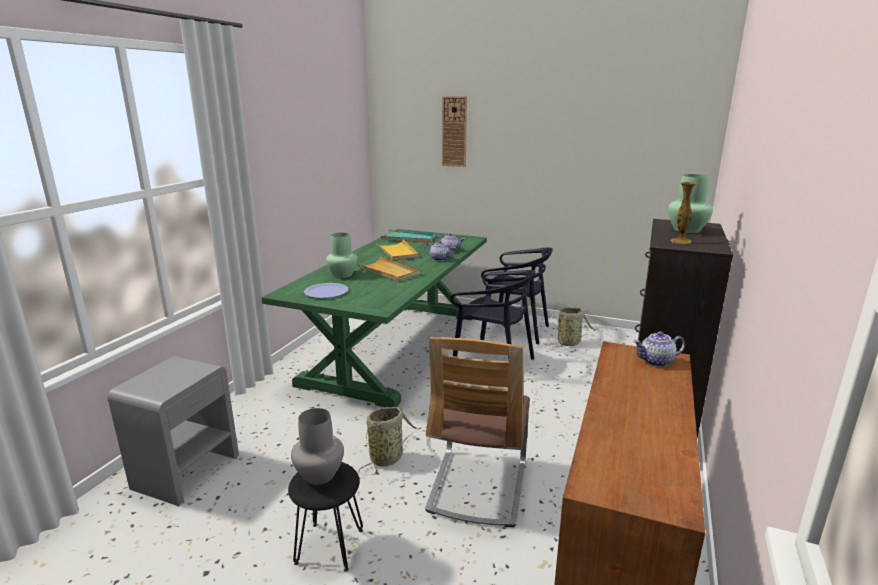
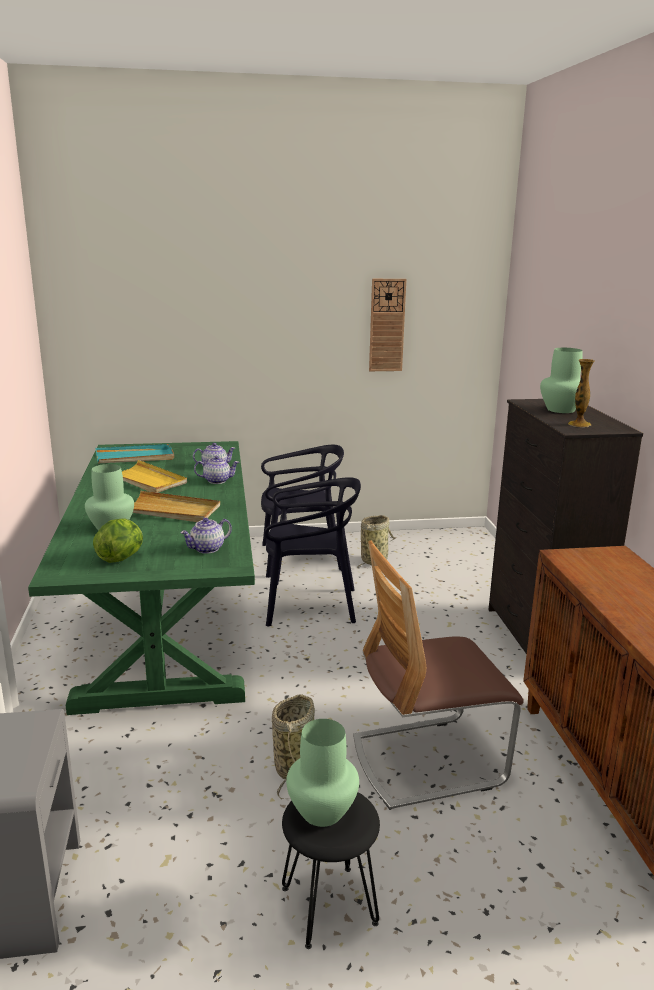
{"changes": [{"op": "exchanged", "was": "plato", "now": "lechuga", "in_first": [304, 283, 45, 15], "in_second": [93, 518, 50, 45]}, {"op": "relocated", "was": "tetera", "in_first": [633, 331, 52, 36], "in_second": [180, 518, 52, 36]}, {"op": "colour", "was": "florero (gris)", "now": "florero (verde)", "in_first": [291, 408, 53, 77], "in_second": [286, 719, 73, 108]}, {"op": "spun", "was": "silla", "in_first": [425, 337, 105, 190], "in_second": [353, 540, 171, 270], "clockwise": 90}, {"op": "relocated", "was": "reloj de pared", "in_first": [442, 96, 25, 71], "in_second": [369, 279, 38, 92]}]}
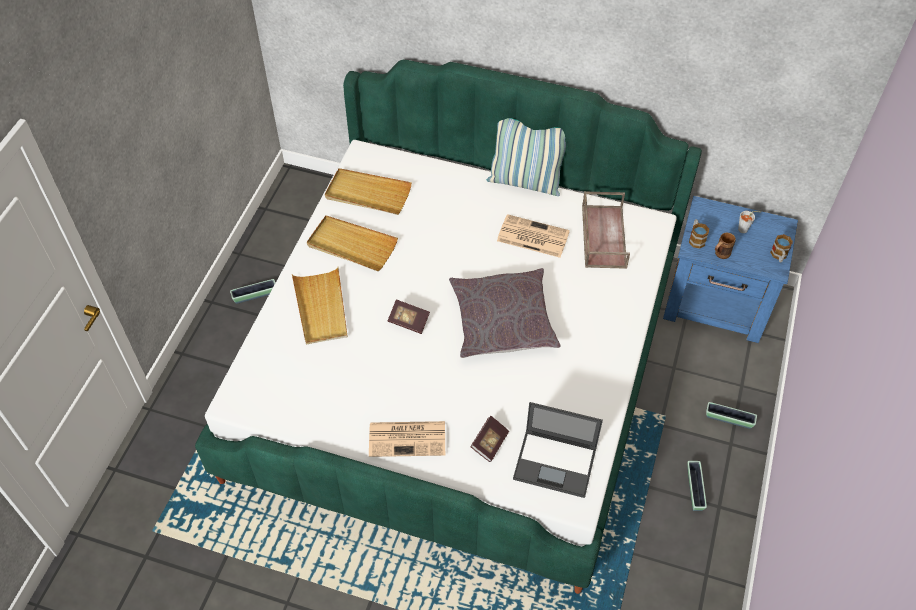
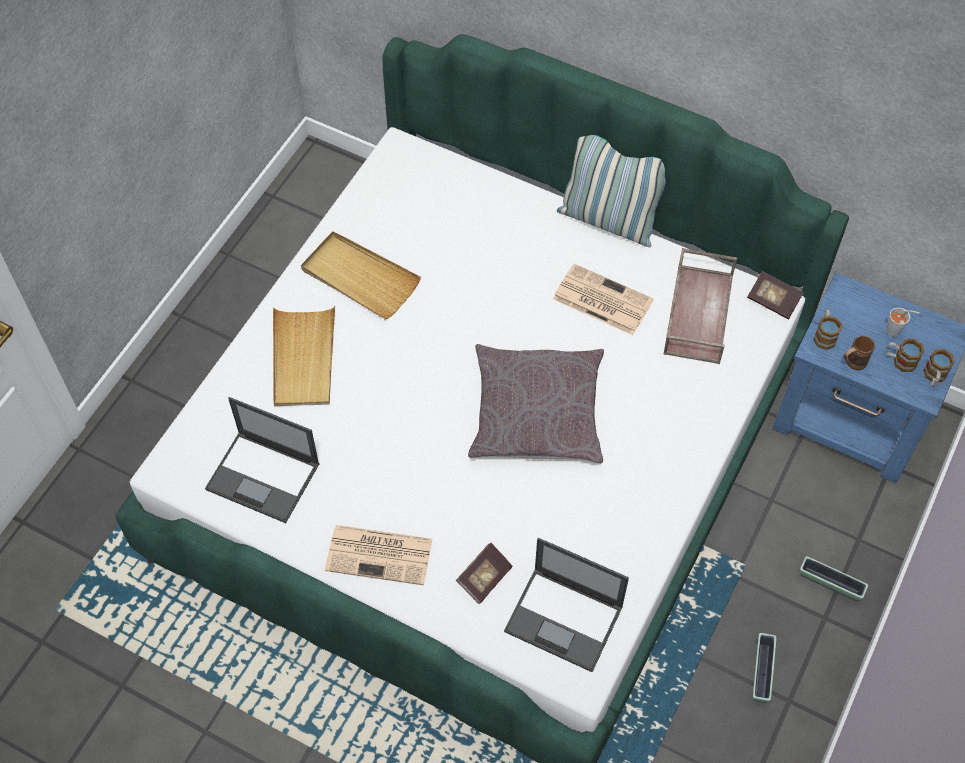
{"changes": [{"op": "appeared", "now": "portátil", "in_second": [205, 397, 115, 126]}, {"op": "relocated", "was": "libro", "in_first": [388, 299, 42, 35], "in_second": [747, 271, 57, 48]}, {"op": "appeared", "now": "taza grande", "in_second": [886, 339, 38, 33]}, {"op": "missing", "was": "maceta", "in_first": [230, 279, 45, 25]}, {"op": "missing", "was": "bandeja (beis)", "in_first": [325, 168, 87, 47]}]}
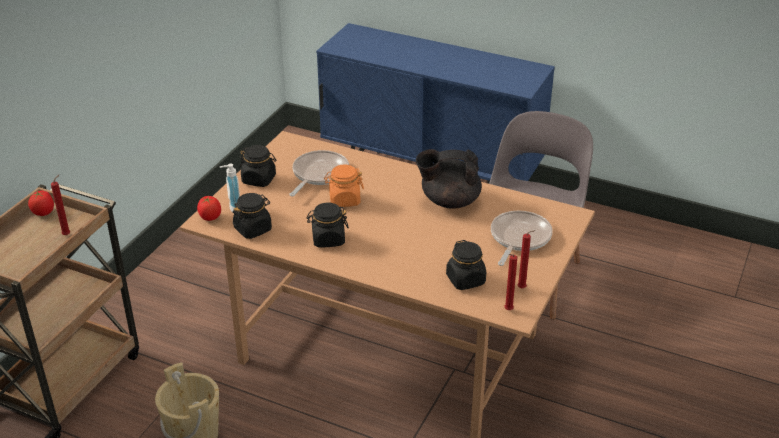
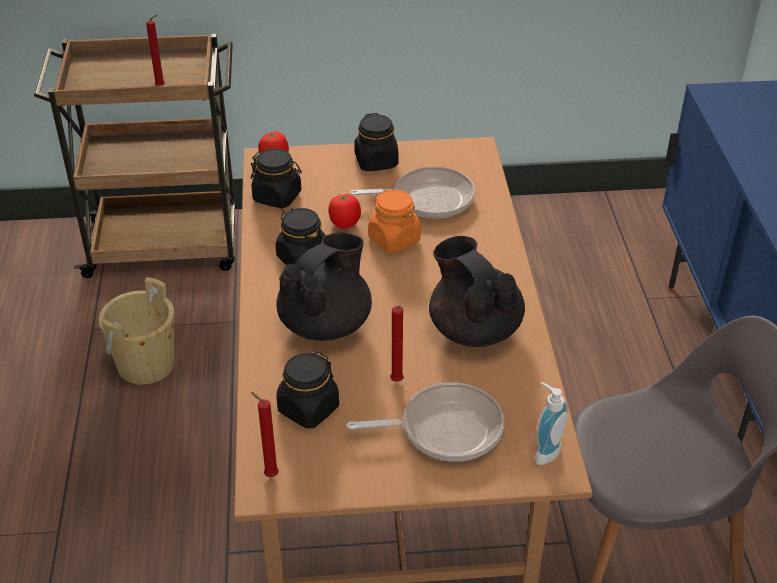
{"changes": [{"op": "appeared", "now": "tetera (negro)", "in_second": [277, 233, 95, 108]}, {"op": "relocated", "was": "tomate", "in_first": [28, 190, 26, 26], "in_second": [328, 194, 33, 35]}, {"op": "relocated", "was": "vela (rojo)", "in_first": [517, 230, 19, 58], "in_second": [390, 306, 14, 76]}, {"op": "relocated", "was": "dispensador de jabón", "in_first": [220, 164, 20, 48], "in_second": [535, 382, 33, 83]}]}
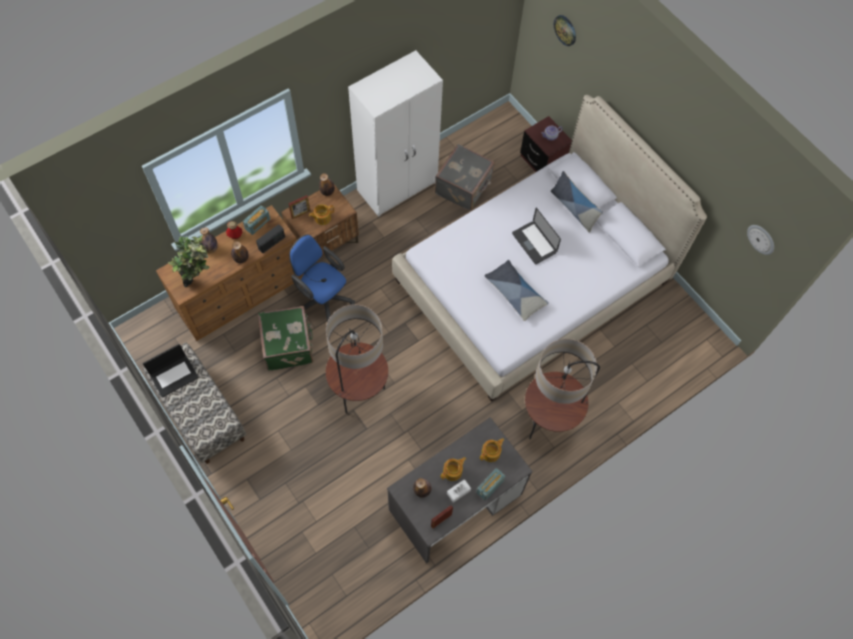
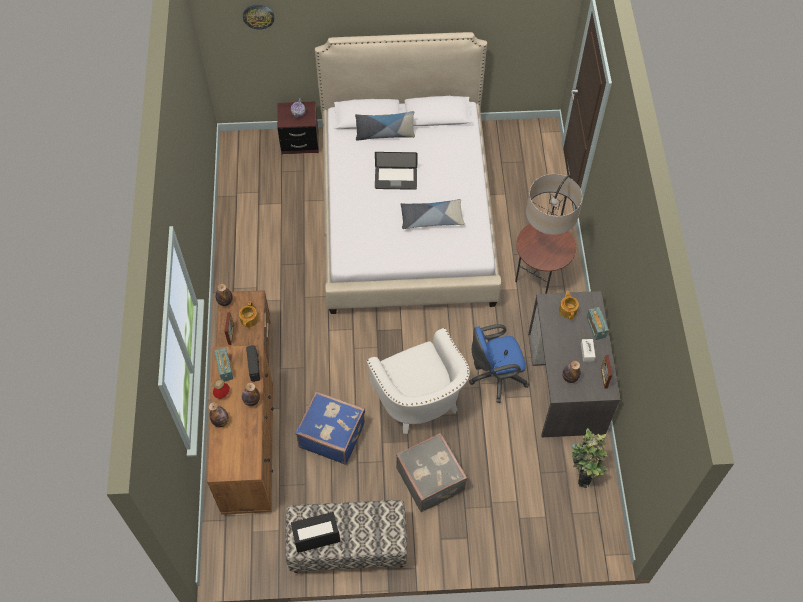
{"changes": [{"op": "spun", "was": "portátil", "in_first": [143, 344, 56, 54], "in_second": [291, 512, 50, 41], "clockwise": -105}, {"op": "colour", "was": "maleta (verde)", "now": "maleta (azul)", "in_first": [258, 306, 55, 65], "in_second": [296, 391, 69, 74]}, {"op": "exchanged", "was": "lámpara de pie", "now": "sillón (blanco)", "in_first": [326, 304, 62, 110], "in_second": [367, 328, 103, 106]}, {"op": "relocated", "was": "maleta (gris)", "in_first": [435, 144, 60, 67], "in_second": [396, 433, 71, 79]}, {"op": "relocated", "was": "silla de oficina (azul)", "in_first": [289, 234, 66, 88], "in_second": [469, 324, 60, 79]}, {"op": "relocated", "was": "planta en maceta", "in_first": [168, 235, 42, 52], "in_second": [572, 428, 36, 60]}, {"op": "missing", "was": "armario ropero (blanco)", "in_first": [348, 50, 95, 167]}, {"op": "missing", "was": "tetera", "in_first": [441, 457, 25, 24]}, {"op": "missing", "was": "reloj de pared", "in_first": [747, 225, 27, 30]}]}
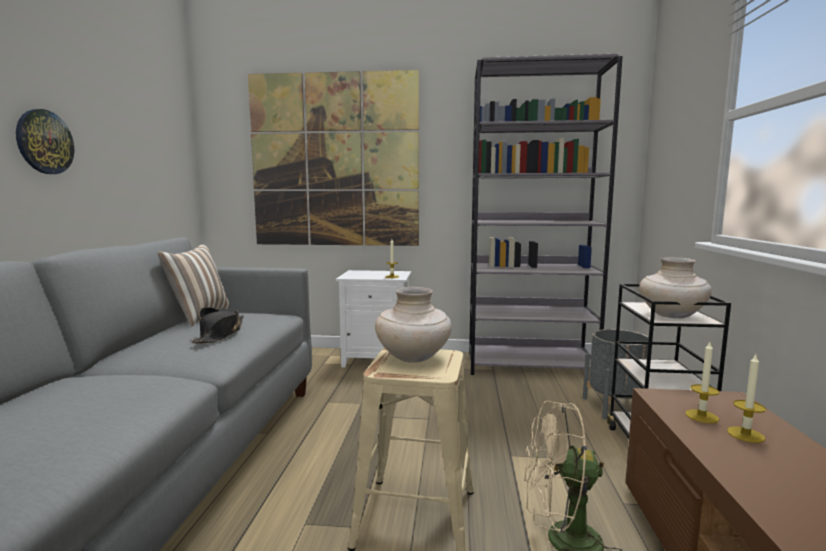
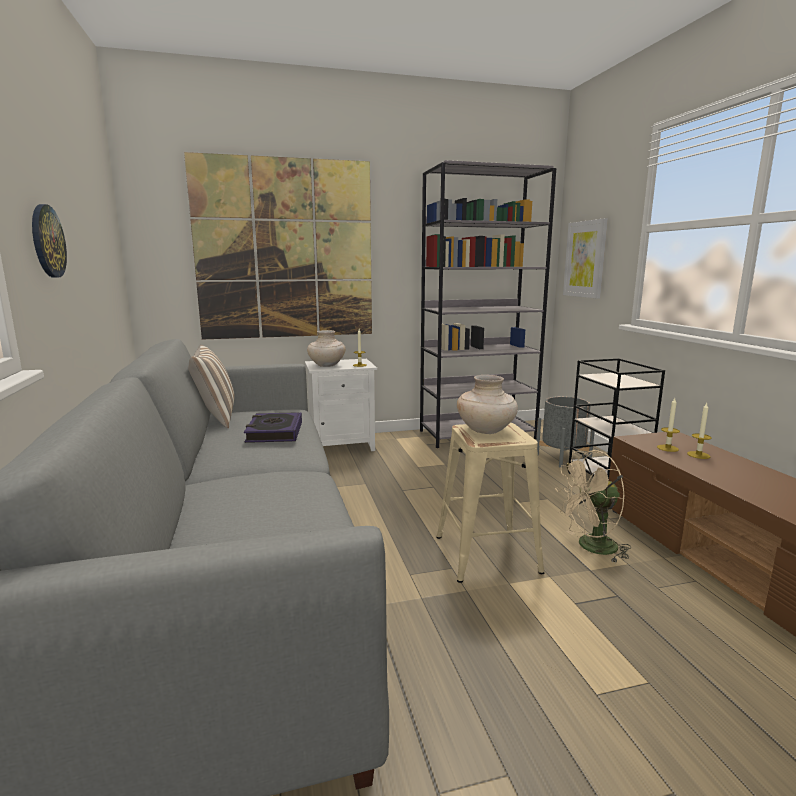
{"changes": [{"op": "exchanged", "was": "sombrero (negro)", "now": "libro", "in_first": [192, 307, 52, 37], "in_second": [244, 412, 58, 31]}, {"op": "relocated", "was": "florero (beis)", "in_first": [639, 257, 73, 61], "in_second": [307, 330, 39, 37]}, {"op": "appeared", "now": "cuadro", "in_second": [563, 218, 45, 81]}]}
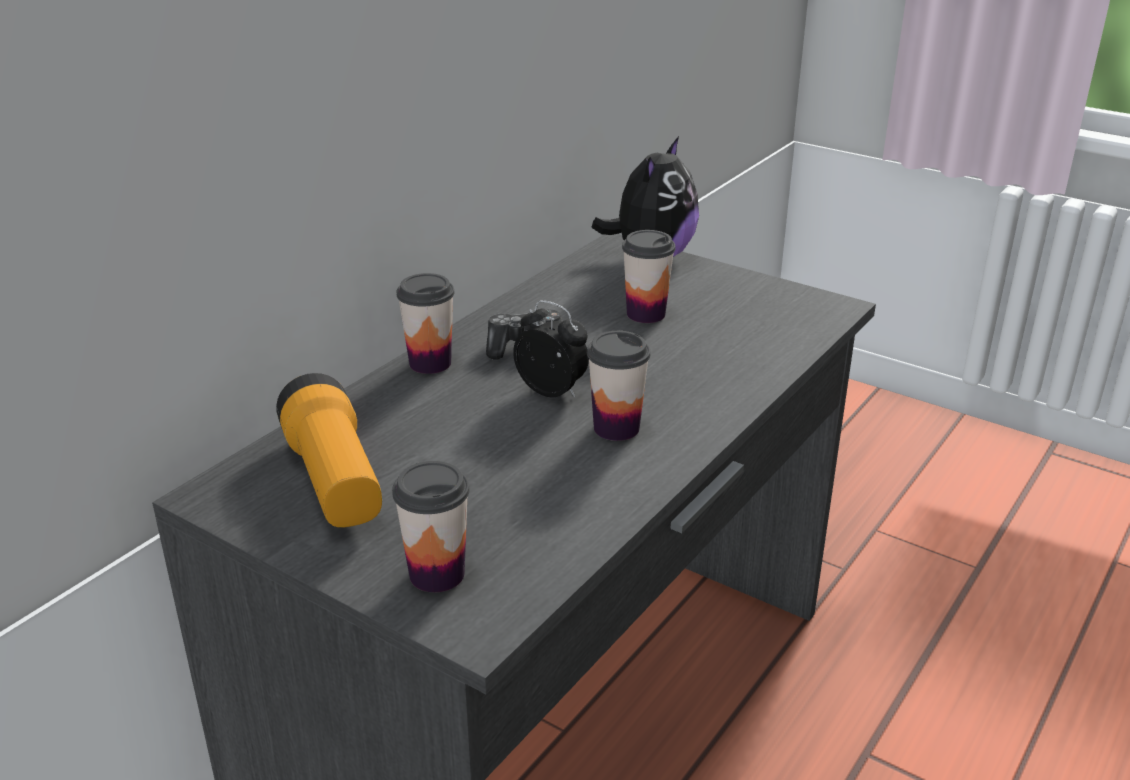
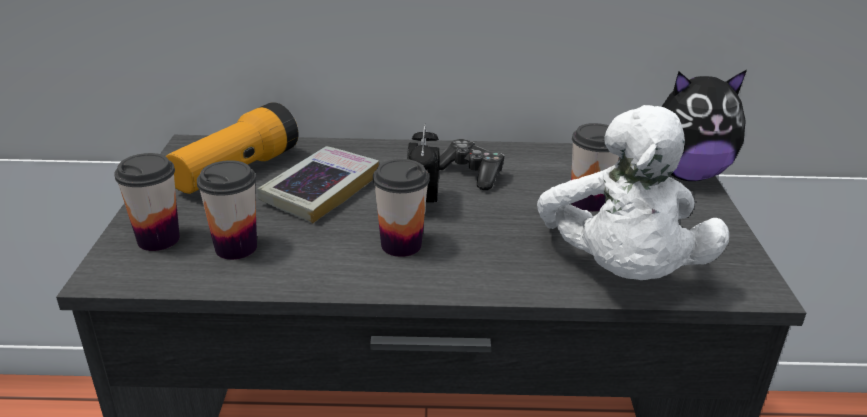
{"changes": [{"op": "relocated", "was": "taza", "in_first": [397, 273, 58, 101], "in_second": [197, 160, 60, 100]}, {"op": "appeared", "now": "libro", "in_second": [257, 146, 122, 78]}, {"op": "appeared", "now": "peluche (blanco)", "in_second": [537, 105, 192, 175]}]}
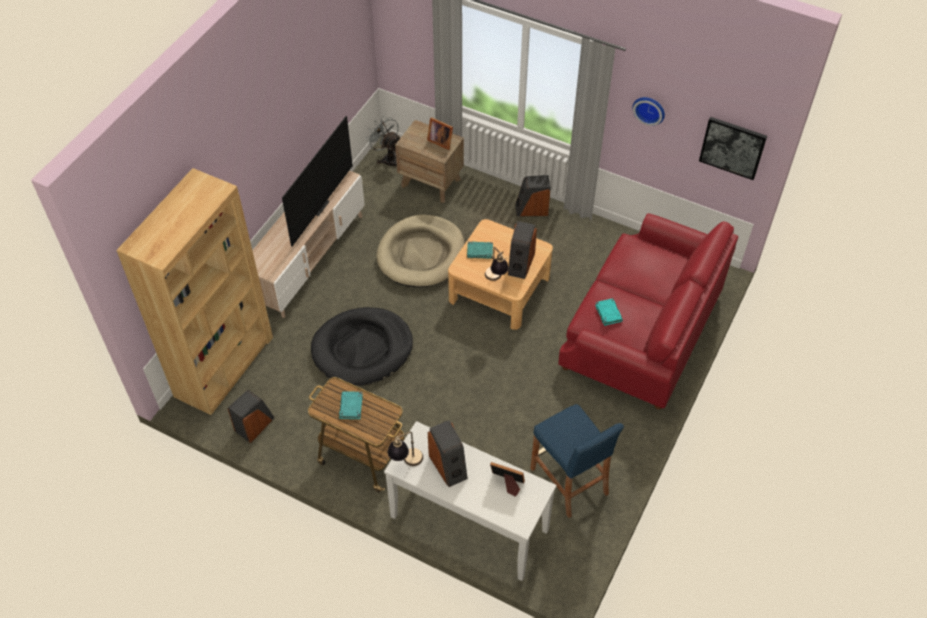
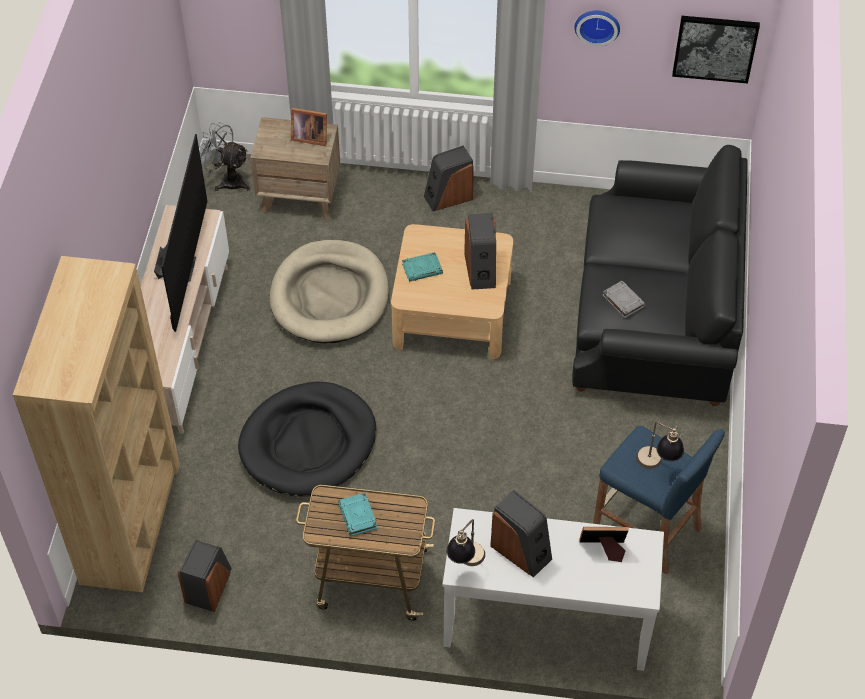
{"changes": [{"op": "colour", "was": "sofá (rojo)", "now": "sofá (negro)", "in_first": [558, 213, 180, 196], "in_second": [572, 145, 176, 261]}, {"op": "colour", "was": "libro (turquesa)", "now": "libro (gris)", "in_first": [595, 298, 28, 28], "in_second": [602, 281, 44, 37]}, {"op": "relocated", "was": "lámpara de mesa", "in_first": [485, 247, 24, 34], "in_second": [636, 422, 48, 47]}]}
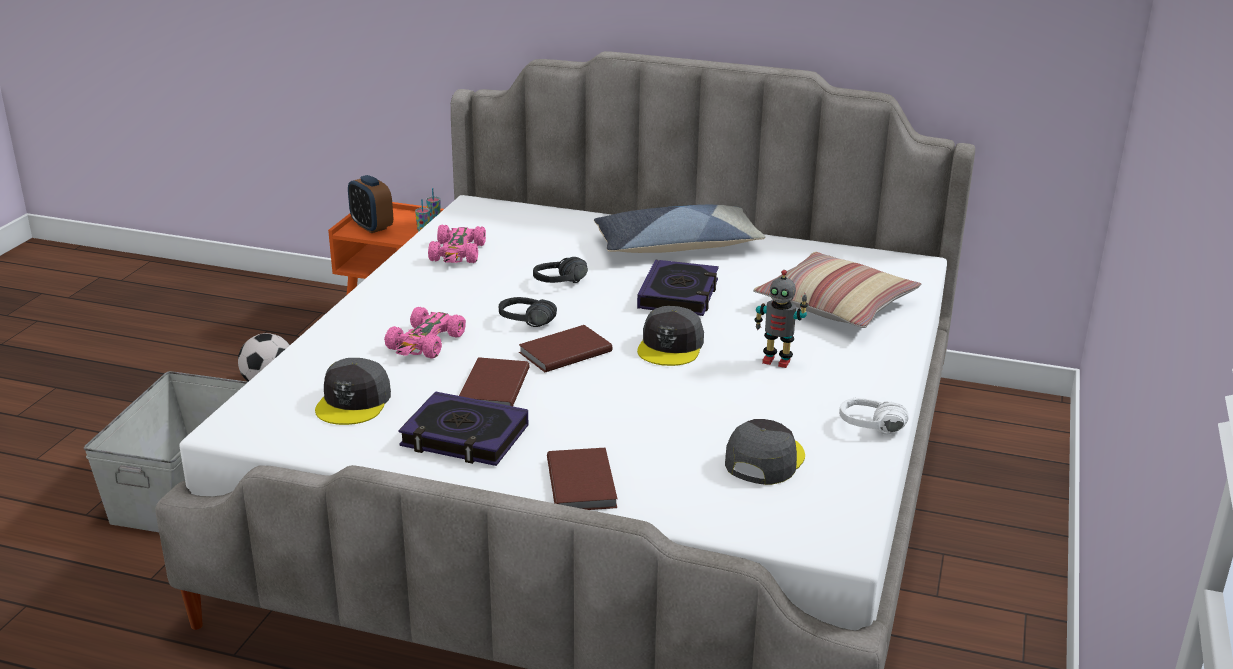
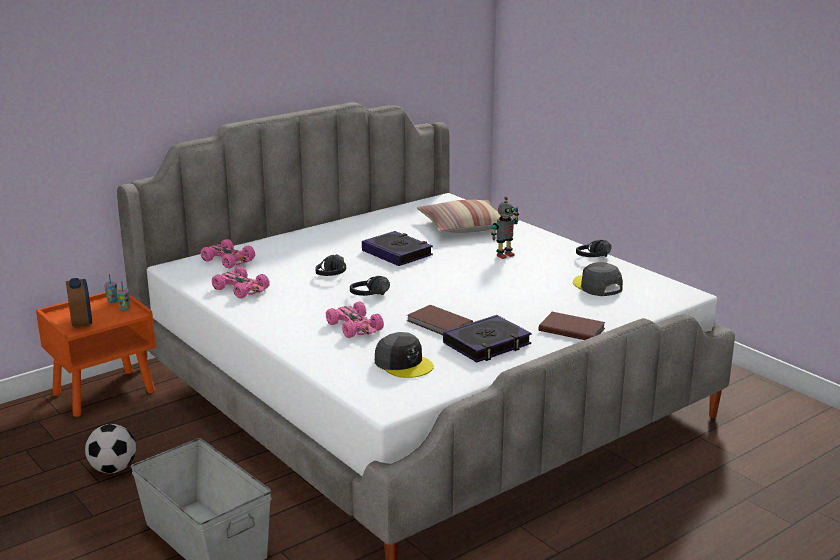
{"changes": [{"op": "spun", "was": "despertador", "in_first": [348, 175, 45, 58], "in_second": [66, 278, 26, 50], "clockwise": -105}, {"op": "appeared", "now": "coche de juguete (rosa)", "in_second": [200, 239, 55, 29]}, {"op": "colour", "was": "auriculares (blanco)", "now": "auriculares (negro)", "in_first": [839, 398, 70, 37], "in_second": [576, 240, 36, 17]}, {"op": "missing", "was": "libro (marrón)", "in_first": [519, 325, 93, 47]}, {"op": "missing", "was": "cojín", "in_first": [594, 205, 172, 48]}, {"op": "missing", "was": "gorra (gris)", "in_first": [637, 306, 67, 60]}]}
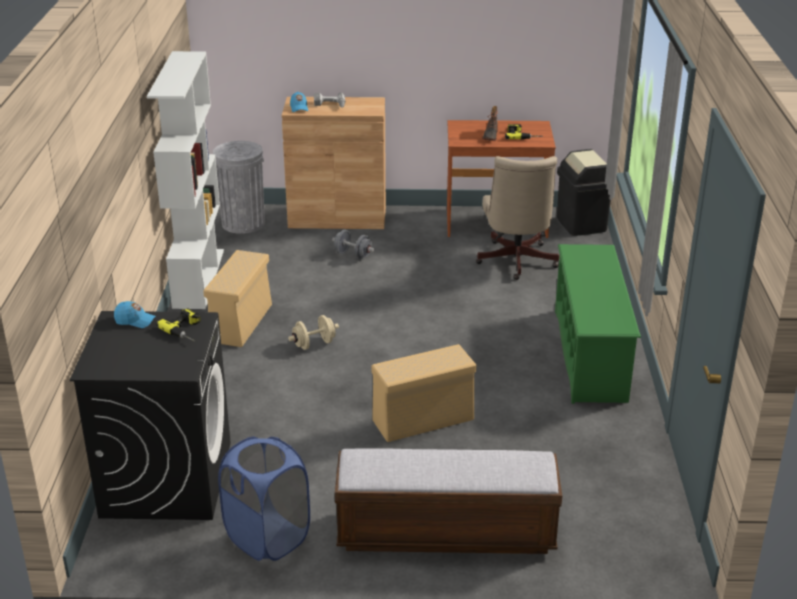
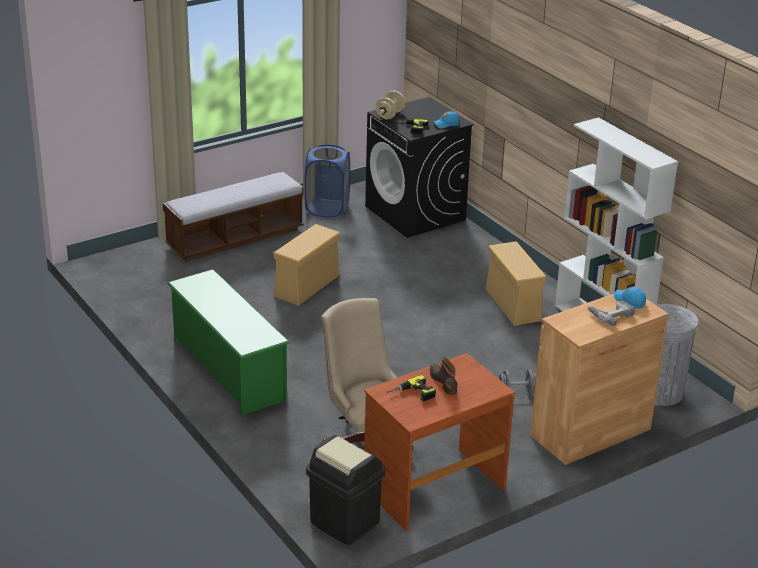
{"changes": [{"op": "relocated", "was": "mancuerna (beis)", "in_first": [288, 315, 51, 35], "in_second": [376, 91, 30, 28]}]}
